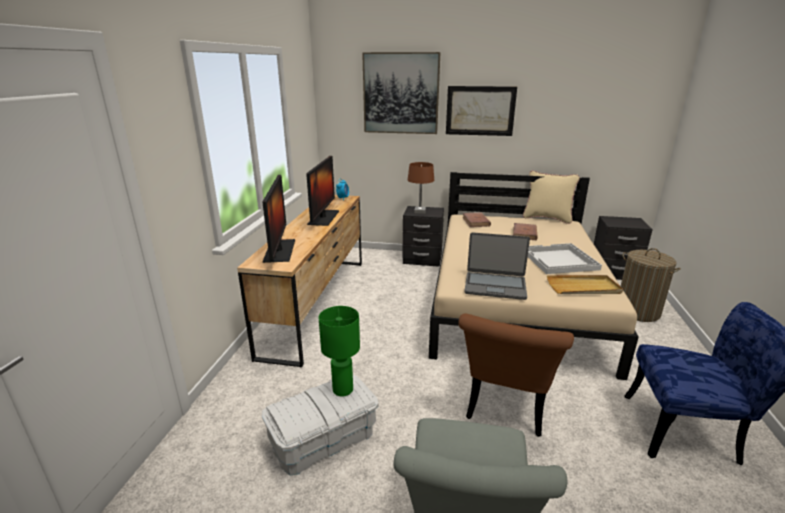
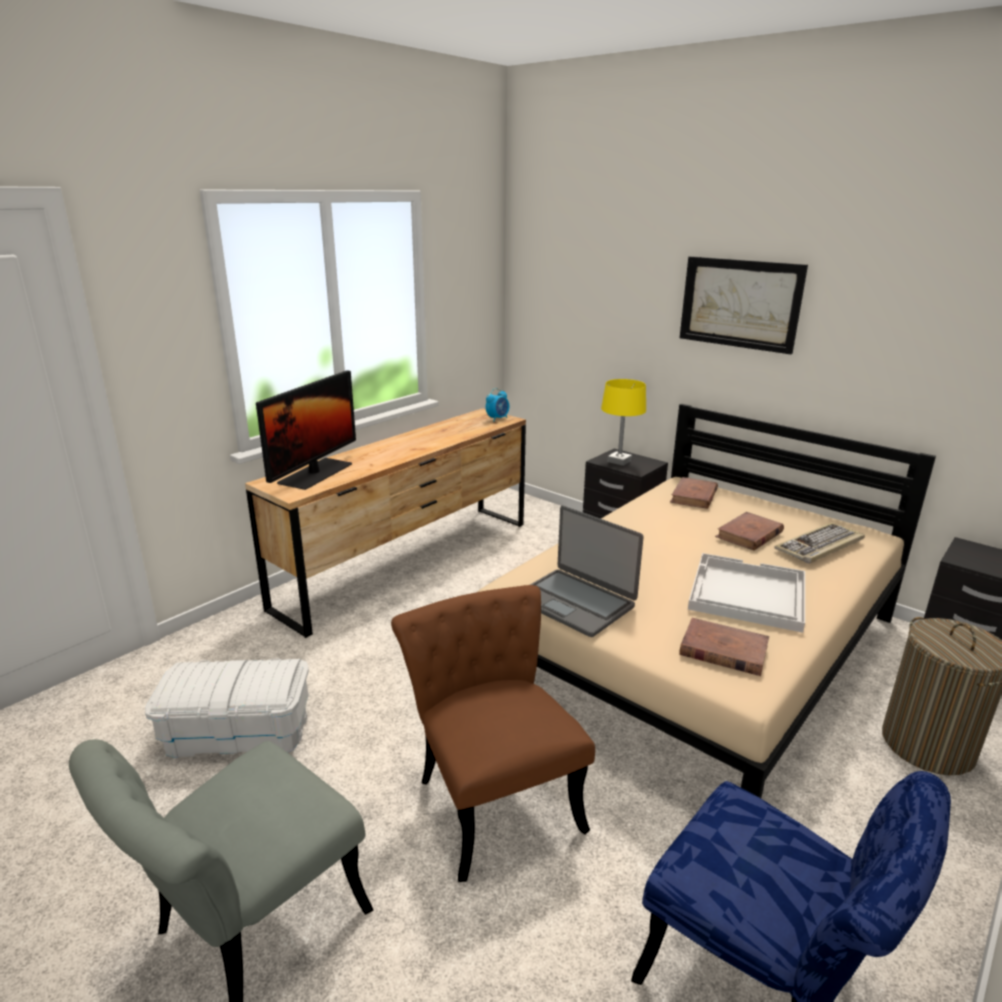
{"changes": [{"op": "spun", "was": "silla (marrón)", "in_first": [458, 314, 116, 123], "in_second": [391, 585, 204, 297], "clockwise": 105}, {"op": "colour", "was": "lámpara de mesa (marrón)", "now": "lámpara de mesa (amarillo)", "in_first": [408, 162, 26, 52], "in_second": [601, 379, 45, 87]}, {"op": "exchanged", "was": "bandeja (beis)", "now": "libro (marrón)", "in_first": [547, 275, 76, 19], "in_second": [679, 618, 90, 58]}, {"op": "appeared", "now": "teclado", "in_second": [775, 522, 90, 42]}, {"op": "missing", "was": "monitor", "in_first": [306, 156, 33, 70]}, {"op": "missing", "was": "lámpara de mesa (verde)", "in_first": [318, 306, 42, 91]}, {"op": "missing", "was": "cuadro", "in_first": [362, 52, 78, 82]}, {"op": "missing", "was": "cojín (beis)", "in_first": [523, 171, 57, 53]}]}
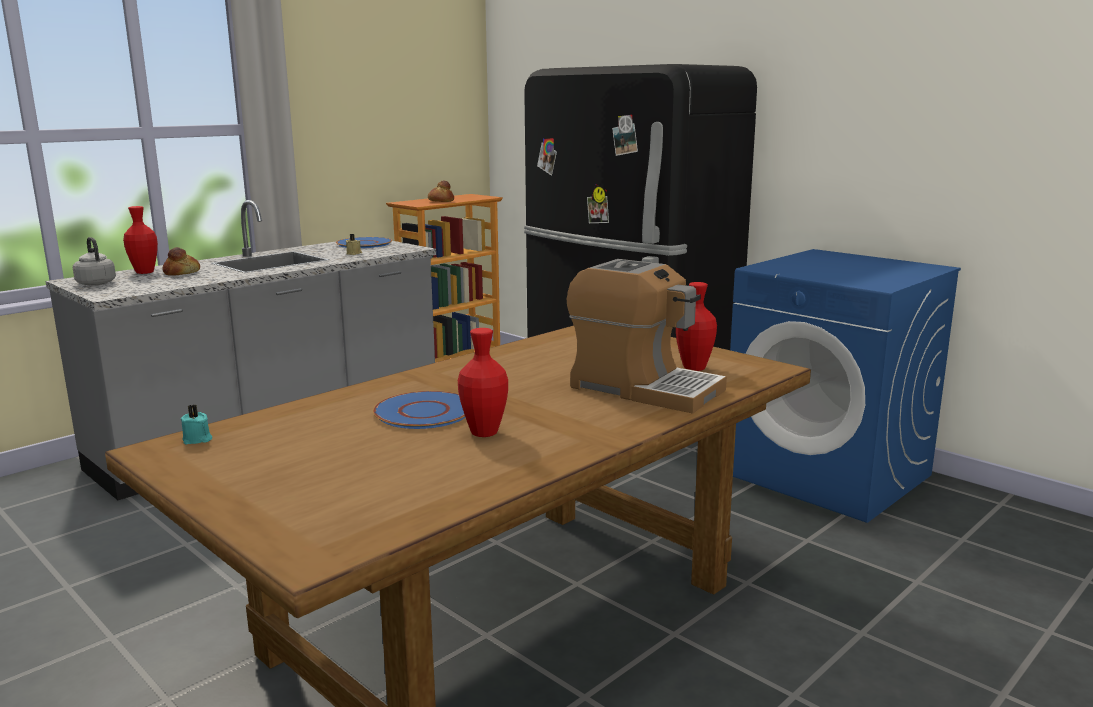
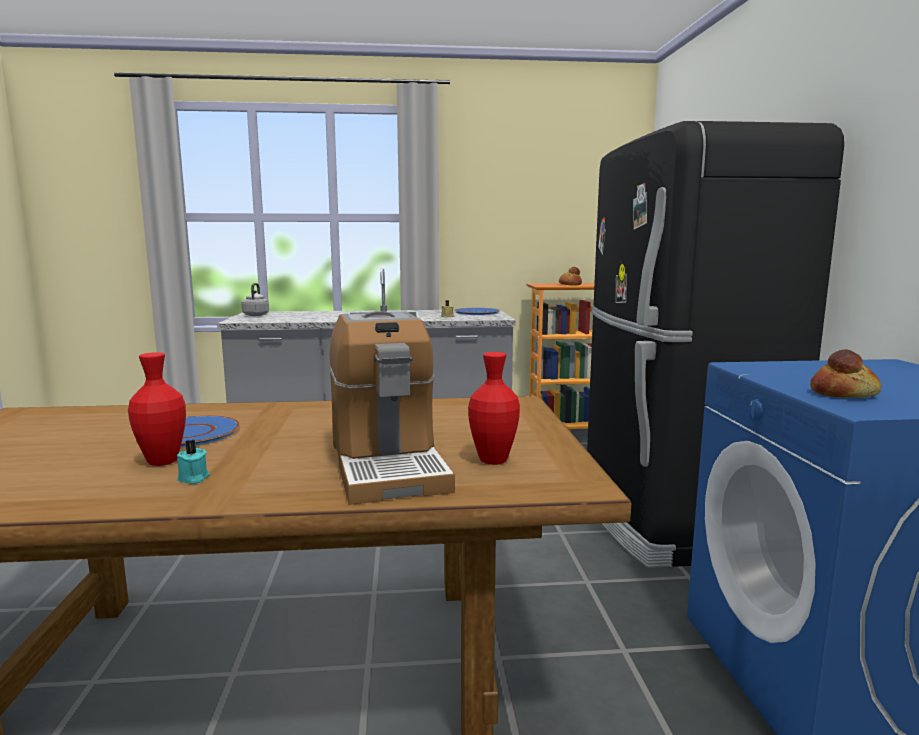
{"changes": [{"op": "relocated", "was": "vela (turquesa)", "in_first": [181, 405, 31, 39], "in_second": [177, 440, 33, 44]}, {"op": "relocated", "was": "pan", "in_first": [162, 247, 38, 28], "in_second": [810, 349, 71, 49]}, {"op": "missing", "was": "florero (rojo)", "in_first": [123, 206, 35, 68]}]}
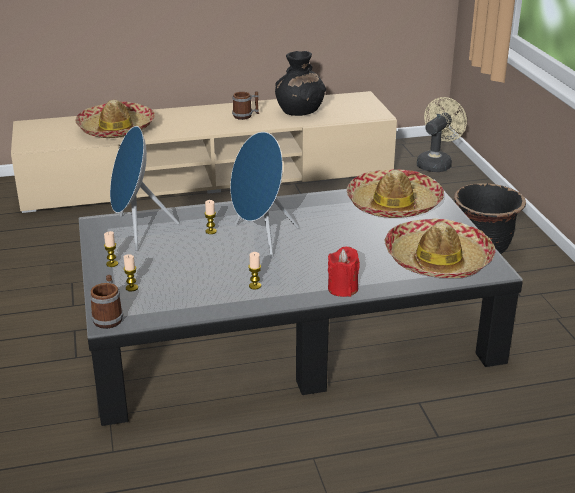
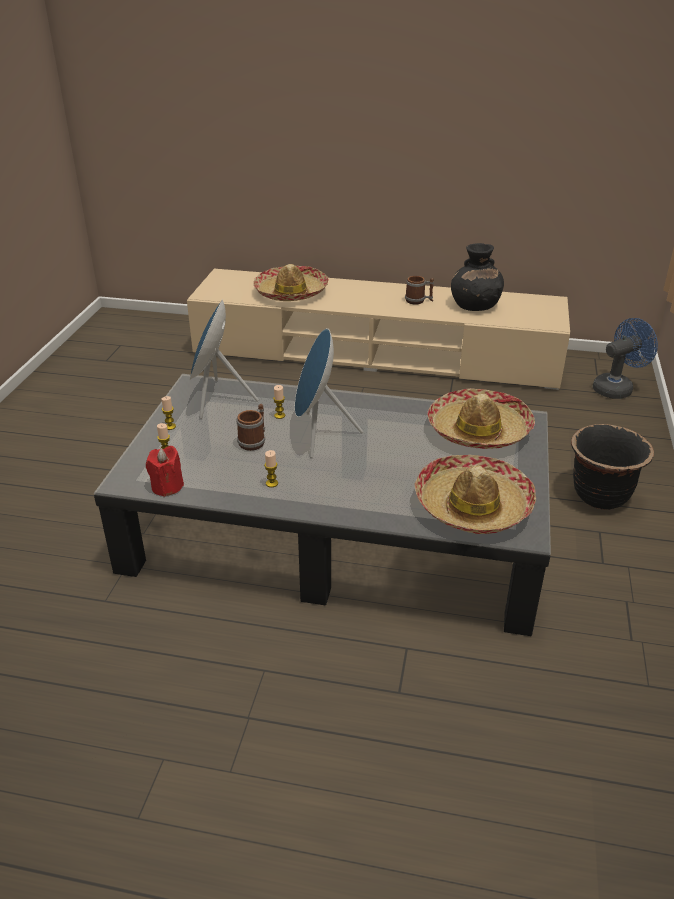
{"changes": [{"op": "relocated", "was": "vela (rojo)", "in_first": [328, 247, 32, 50], "in_second": [146, 446, 38, 51]}, {"op": "relocated", "was": "taza grande", "in_first": [90, 275, 33, 54], "in_second": [237, 404, 28, 47]}, {"op": "colour", "was": "ventilador (beis)", "now": "ventilador (azul)", "in_first": [417, 97, 50, 75], "in_second": [593, 318, 65, 81]}]}
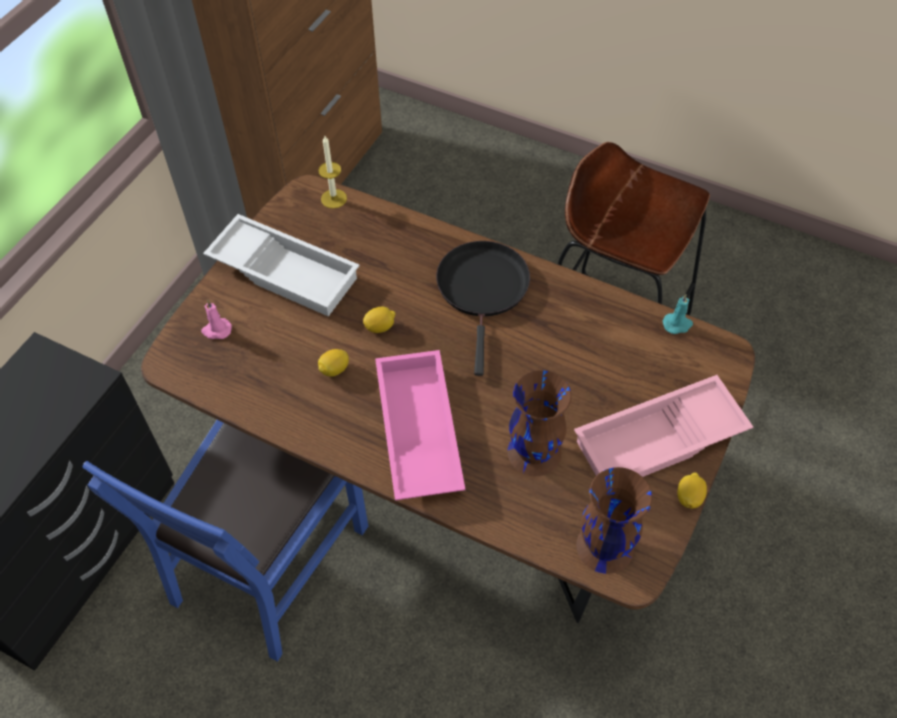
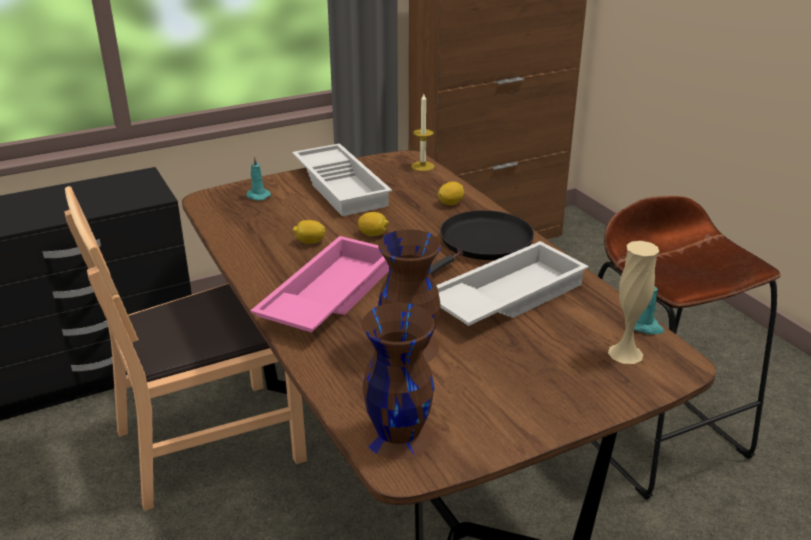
{"changes": [{"op": "colour", "was": "silla (azul)", "now": "silla (marrón)", "in_first": [83, 420, 285, 242], "in_second": [65, 186, 242, 325]}, {"op": "colour", "was": "vela (rosa)", "now": "vela (turquesa)", "in_first": [201, 300, 31, 39], "in_second": [246, 156, 25, 44]}, {"op": "appeared", "now": "bandeja (blanco)", "in_second": [436, 241, 153, 85]}, {"op": "relocated", "was": "limón", "in_first": [677, 472, 30, 37], "in_second": [438, 181, 26, 24]}, {"op": "appeared", "now": "florero (beis)", "in_second": [608, 241, 51, 123]}, {"op": "missing", "was": "bandeja (rosa)", "in_first": [574, 375, 179, 102]}]}
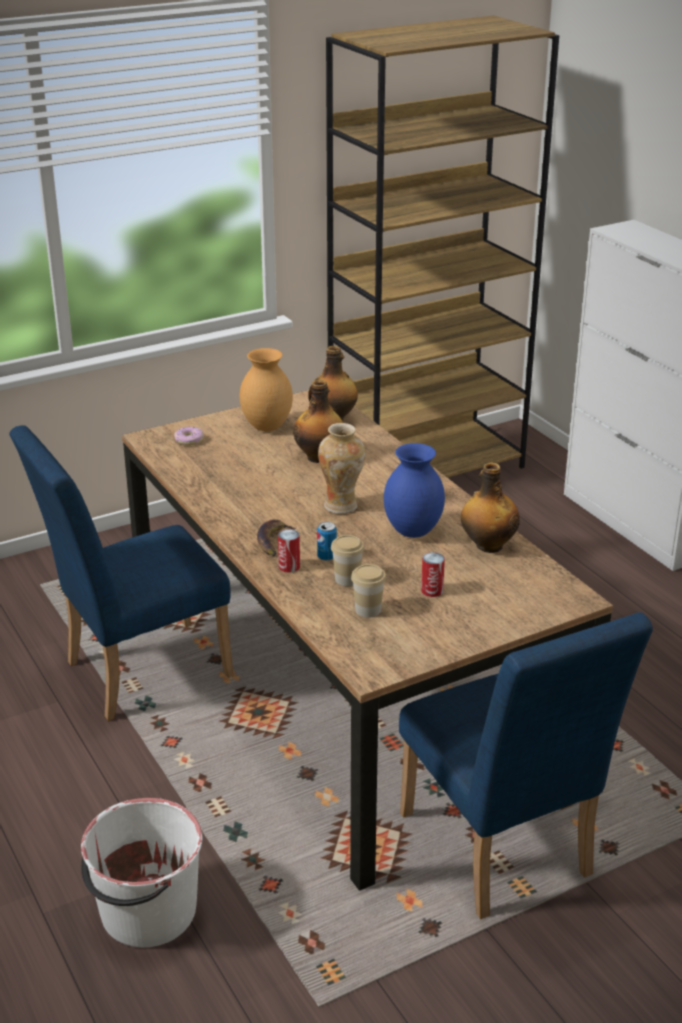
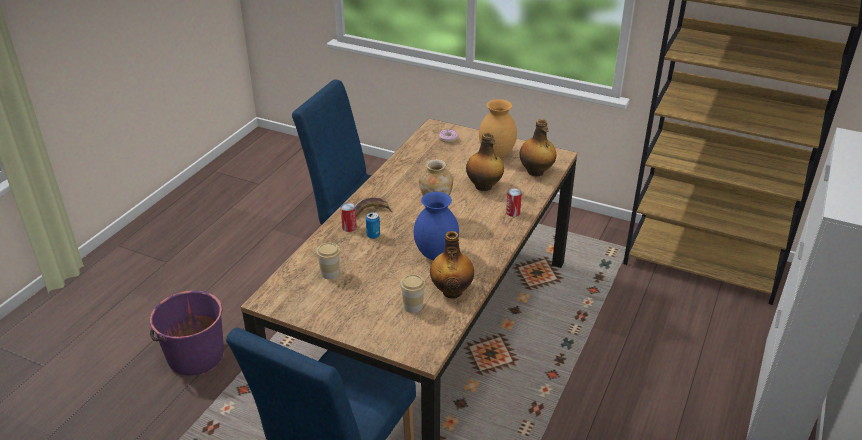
{"changes": [{"op": "colour", "was": "cubo (blanco)", "now": "cubo (morado)", "in_first": [81, 798, 121, 149], "in_second": [150, 291, 74, 84]}, {"op": "relocated", "was": "taza", "in_first": [331, 535, 33, 51], "in_second": [400, 274, 26, 39]}, {"op": "relocated", "was": "lata", "in_first": [421, 552, 24, 45], "in_second": [506, 188, 16, 29]}]}
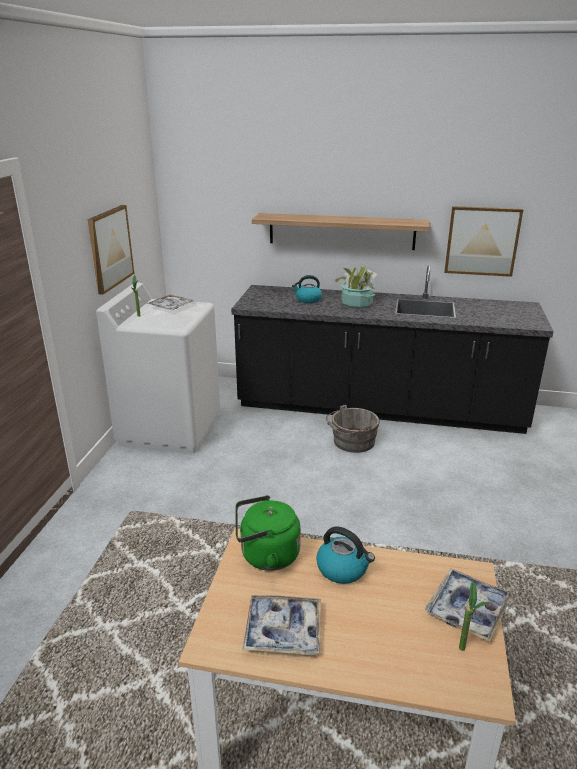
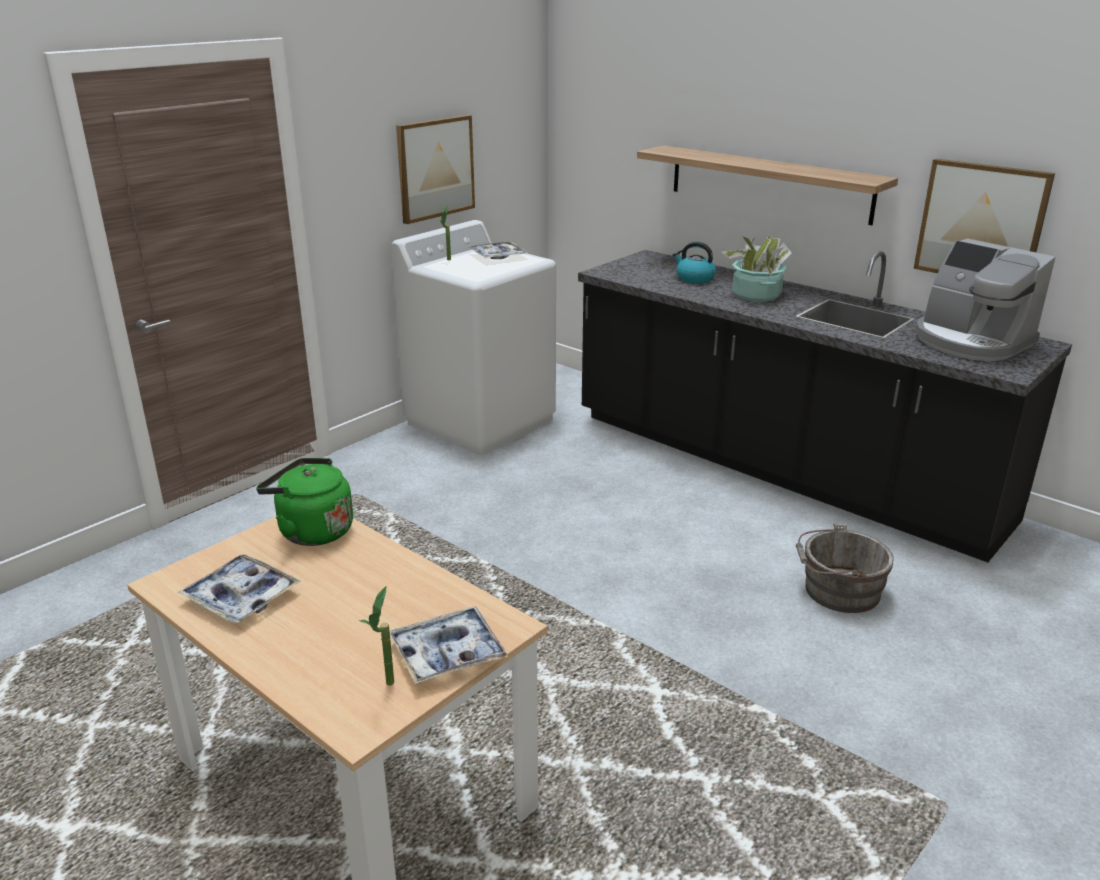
{"changes": [{"op": "relocated", "was": "cubo (gris)", "in_first": [326, 405, 54, 48], "in_second": [796, 524, 98, 89]}, {"op": "appeared", "now": "cafetera", "in_second": [916, 238, 139, 124]}, {"op": "missing", "was": "hervidor", "in_first": [316, 526, 59, 58]}]}
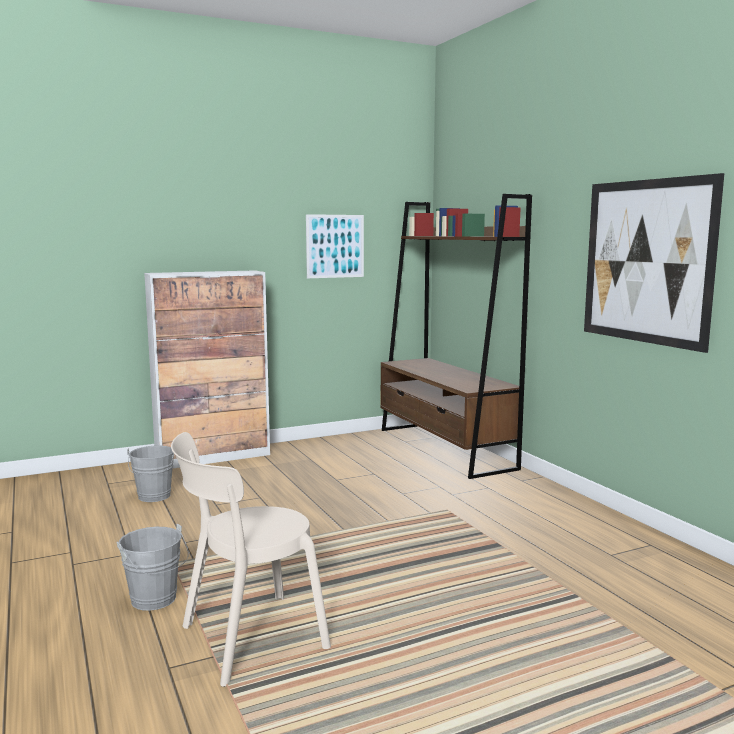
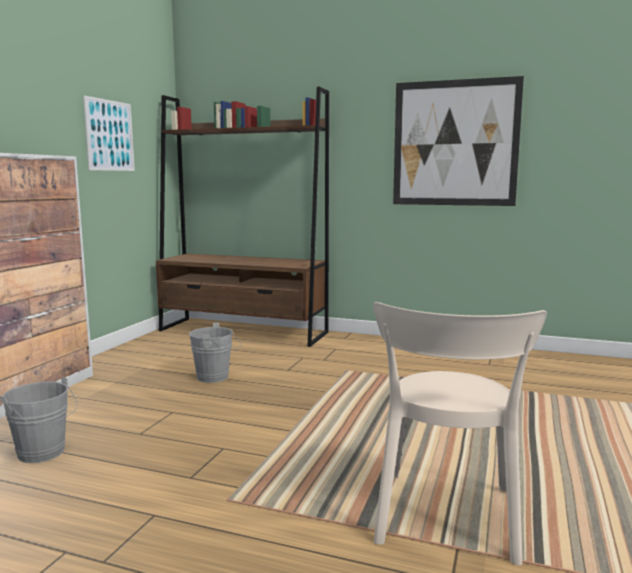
{"changes": [{"op": "relocated", "was": "cubo (gris)", "in_first": [117, 524, 72, 87], "in_second": [189, 323, 52, 60]}]}
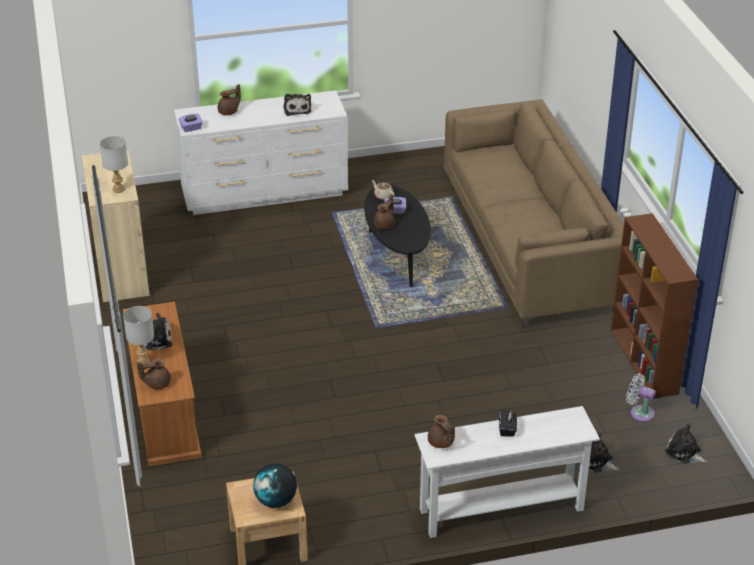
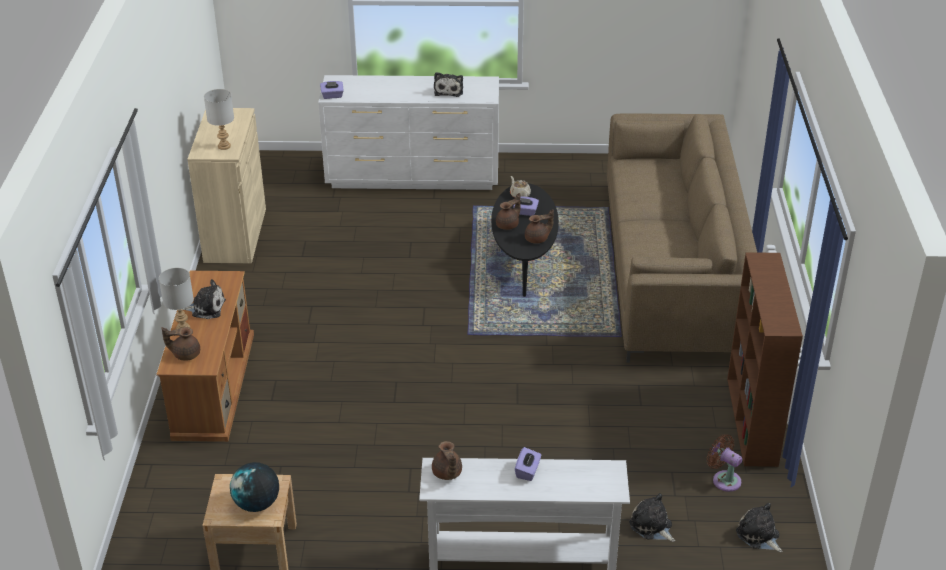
{"changes": [{"op": "colour", "was": "caja de pañuelos (negro)", "now": "caja de pañuelos (morado)", "in_first": [499, 409, 18, 28], "in_second": [515, 447, 26, 34]}, {"op": "relocated", "was": "tetera (marrón)", "in_first": [218, 84, 23, 31], "in_second": [525, 209, 29, 34]}, {"op": "colour", "was": "ventilador (blanco)", "now": "ventilador (marrón)", "in_first": [626, 373, 30, 49], "in_second": [707, 434, 35, 58]}]}
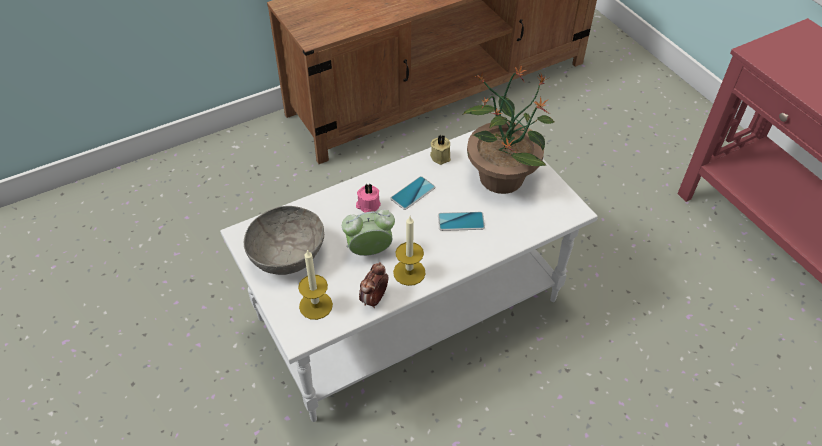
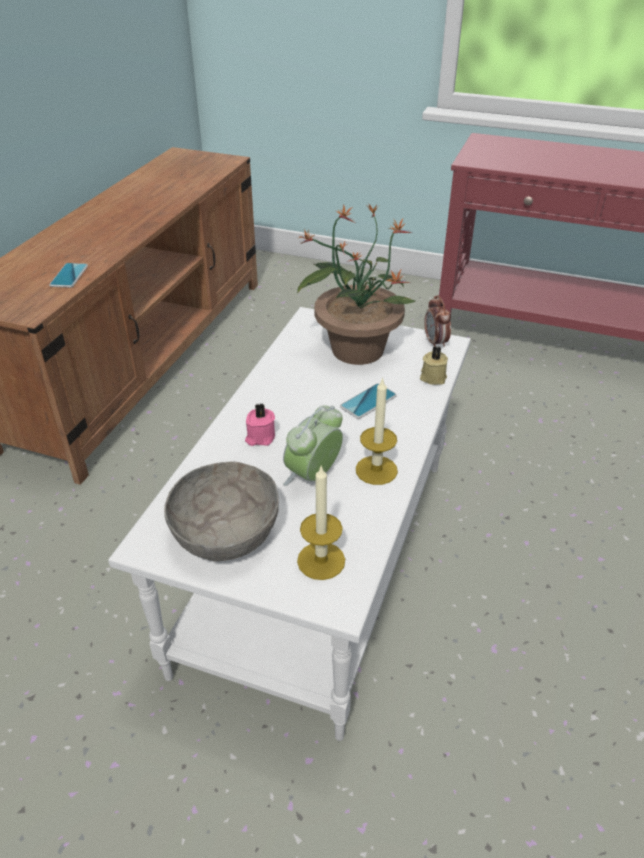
{"changes": [{"op": "relocated", "was": "móvil", "in_first": [390, 176, 45, 34], "in_second": [49, 263, 39, 25]}, {"op": "relocated", "was": "vela (beis)", "in_first": [430, 135, 21, 30], "in_second": [420, 346, 28, 39]}, {"op": "relocated", "was": "despertador", "in_first": [359, 262, 29, 46], "in_second": [424, 295, 27, 52]}]}
